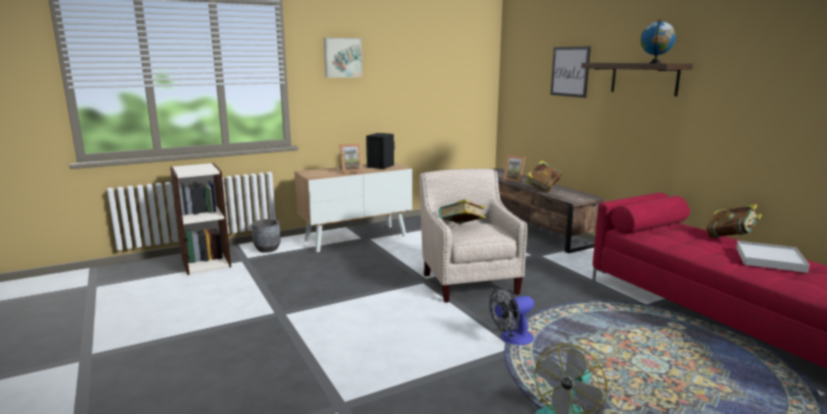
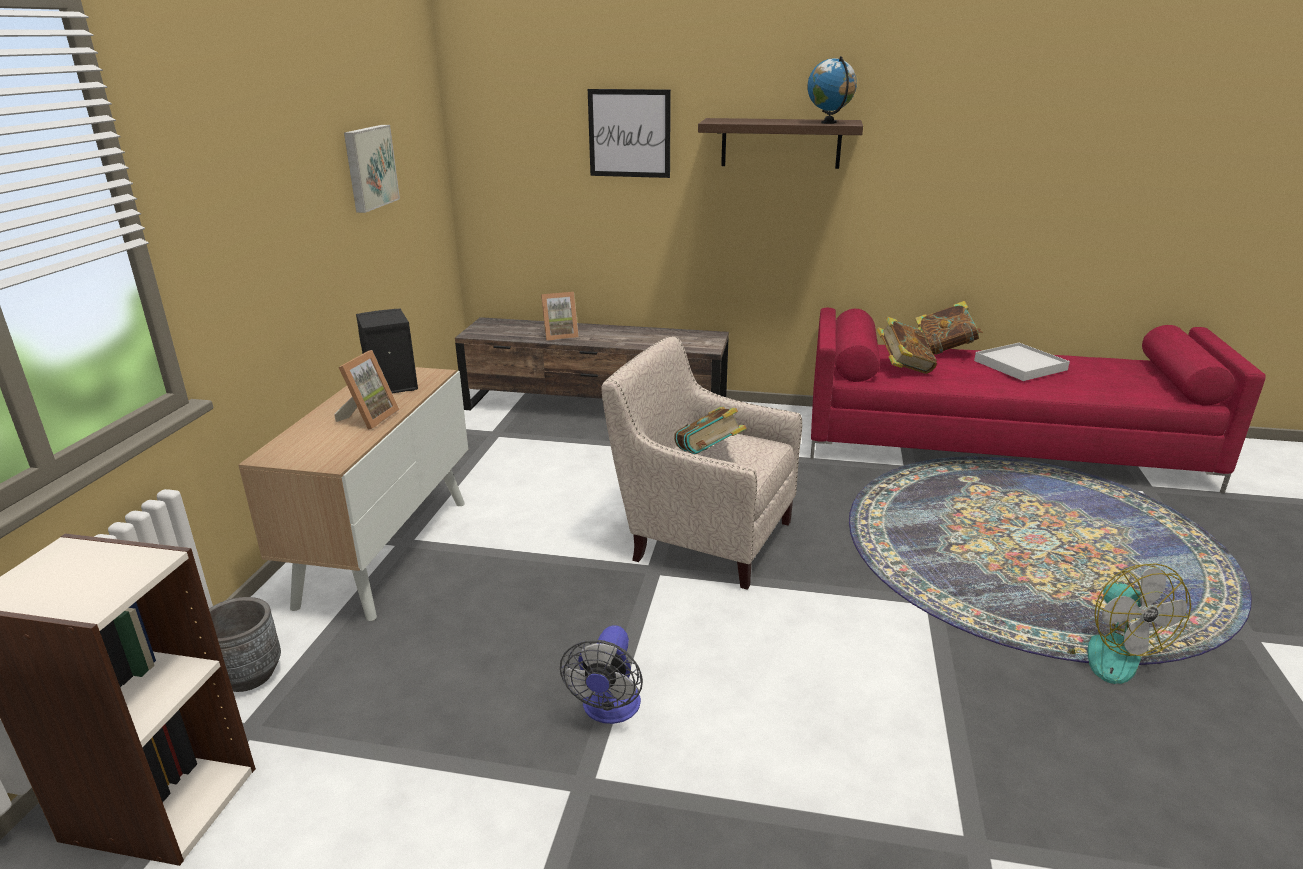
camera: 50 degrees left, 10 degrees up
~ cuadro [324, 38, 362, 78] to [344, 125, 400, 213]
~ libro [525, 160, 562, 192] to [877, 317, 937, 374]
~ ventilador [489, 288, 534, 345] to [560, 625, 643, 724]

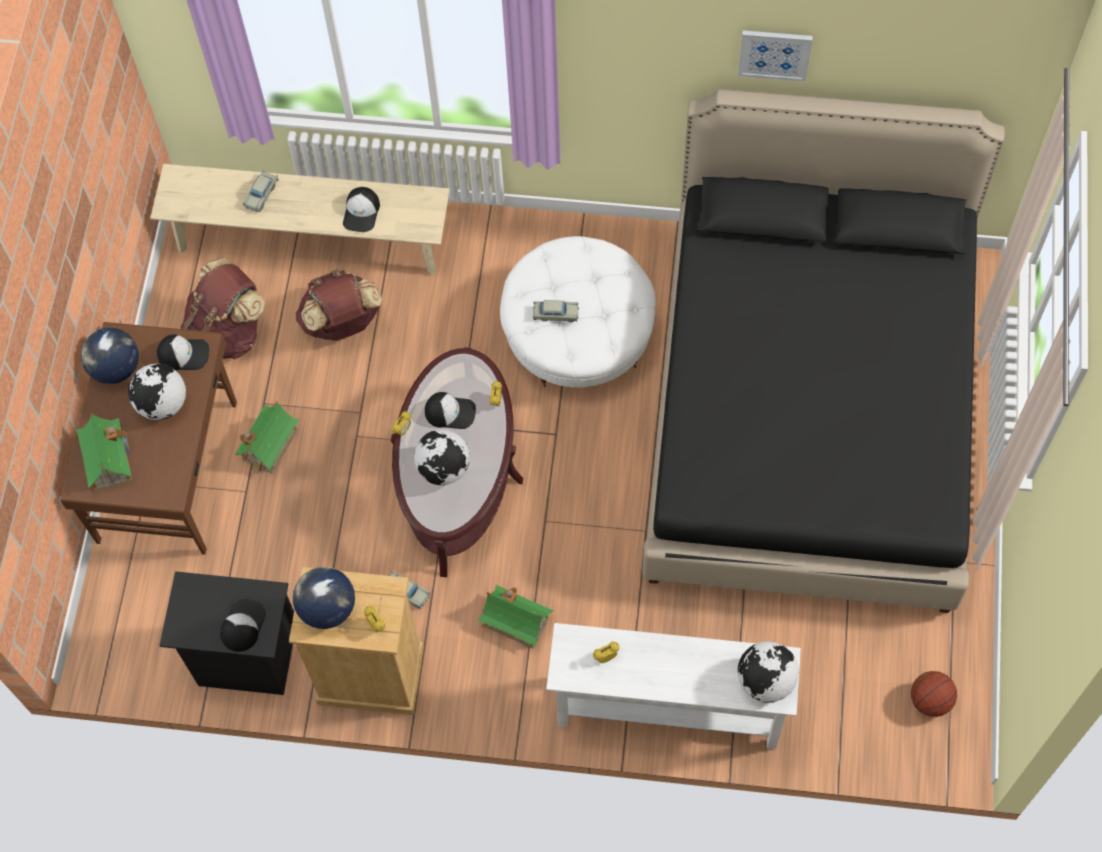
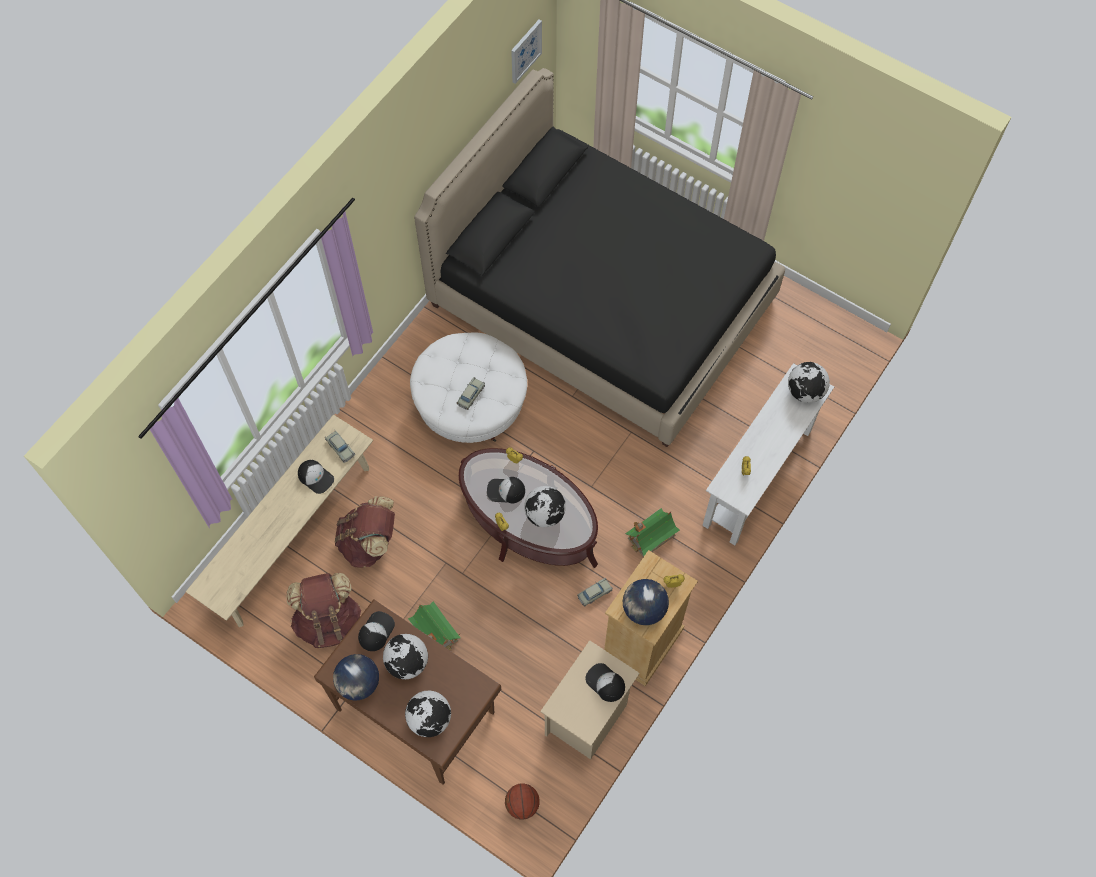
camera: 65 degrees left, 0 degrees up
~ cuadro [738, 30, 813, 82] to [511, 20, 542, 84]
~ coche de juguete (beis) [243, 170, 279, 212] to [325, 430, 355, 463]
~ gorra [425, 392, 476, 429] = [487, 477, 525, 503] 120 degrees counterclockwise
~ casita [76, 412, 132, 491] to globo terráqueo [405, 691, 451, 737]
~ mesita de noche (negro) [159, 571, 294, 695] to mesita de noche (beis) [540, 640, 640, 760]
~ balón de baloncesto [911, 671, 957, 717] to [505, 783, 540, 820]

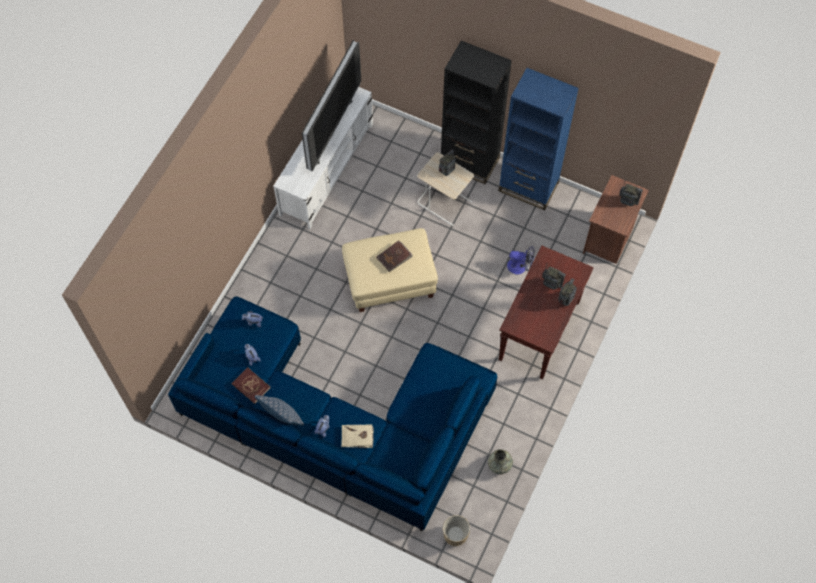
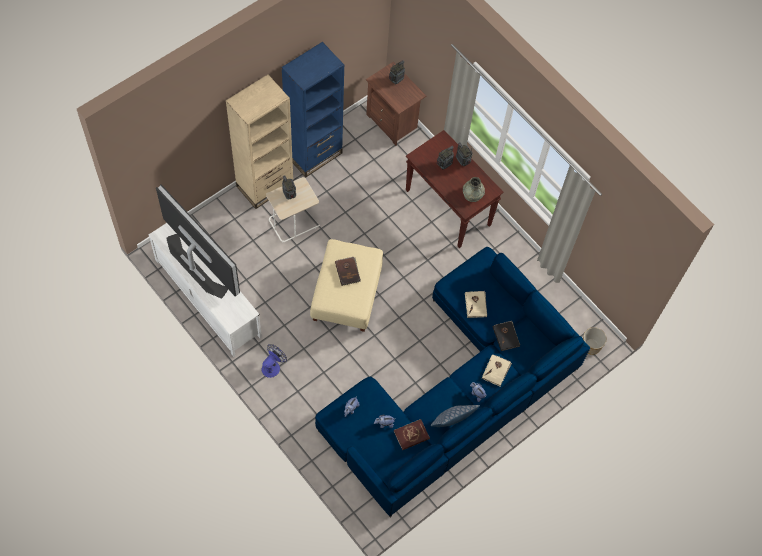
camera: 70 degrees left, 0 degrees up
~ estantería (negro) [441, 41, 512, 184] to estantería (beis) [226, 74, 294, 209]
~ ventilador [507, 246, 534, 274] to [261, 344, 287, 378]
~ florero (gris) [488, 449, 513, 474] to [463, 177, 485, 202]
+ libro (beis) [465, 291, 487, 318]
+ libro (negro) [493, 321, 520, 351]

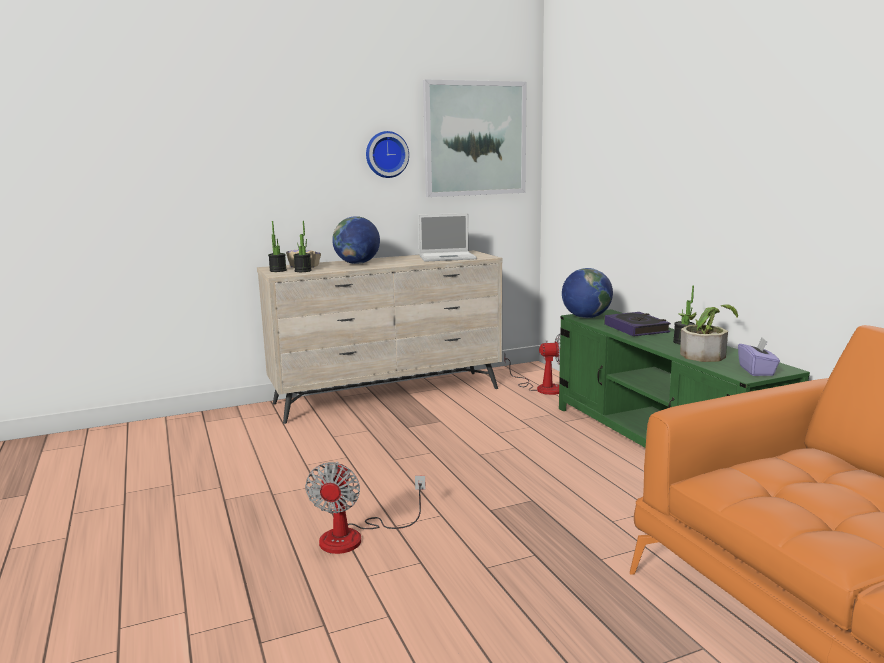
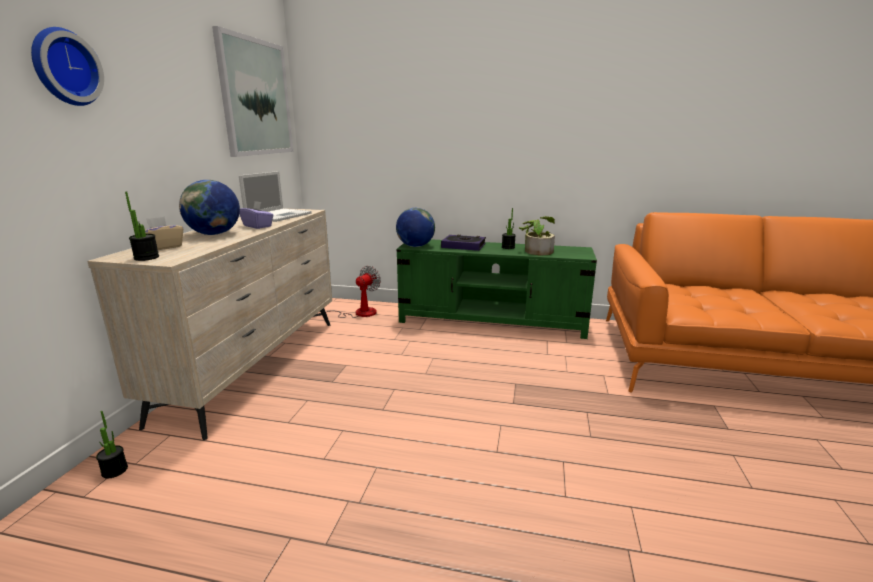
camera: 55 degrees left, 5 degrees up
~ reloj de pared [366, 131, 409, 178] to [31, 27, 104, 106]
~ planta en maceta [293, 221, 312, 272] to [96, 411, 128, 479]
~ caja de pañuelos (morado) [738, 338, 780, 376] to [239, 201, 273, 229]
- ventilador [305, 461, 426, 554]

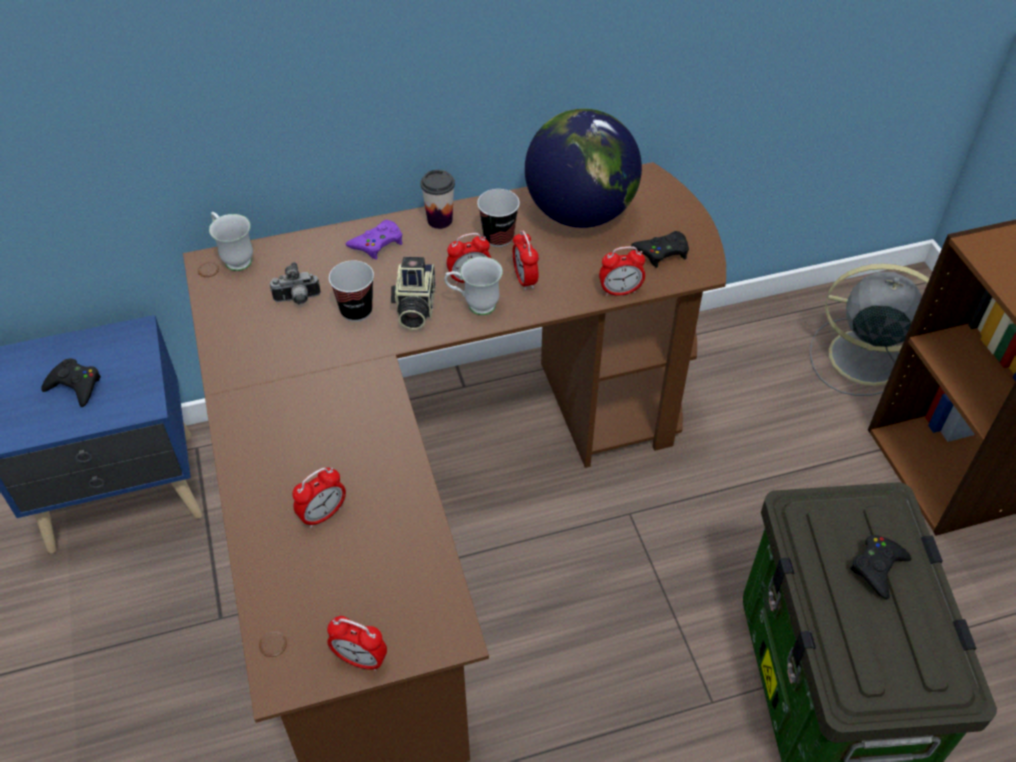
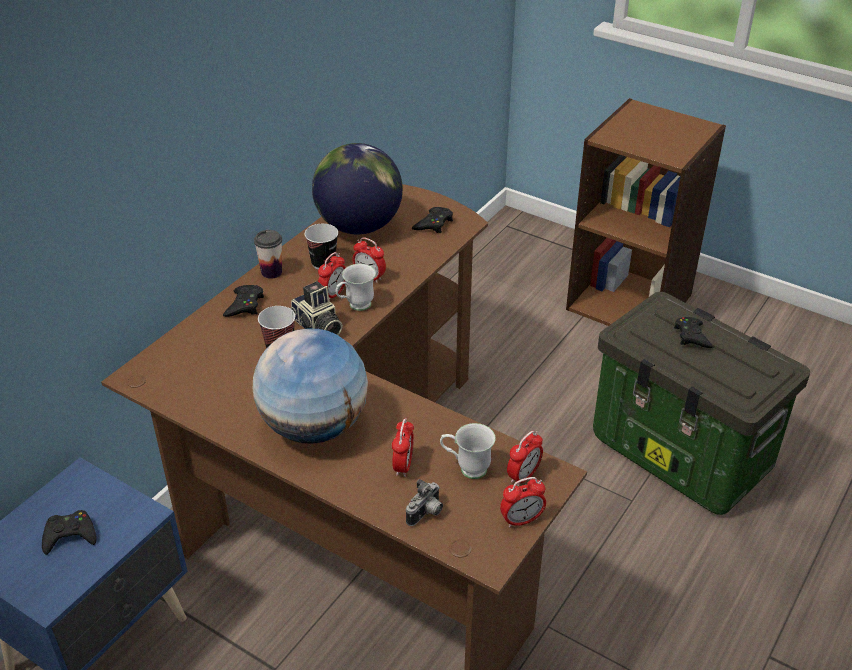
camera: 40 degrees left, 10 degrees down
~ taza grande (blanco) [209, 212, 253, 271] to [440, 423, 496, 479]
~ mando de consola (morado) [346, 220, 402, 260] to mando de consola (negro) [223, 285, 264, 317]
~ despertador [599, 246, 645, 296] to [507, 431, 543, 487]
~ cámara [270, 262, 321, 304] to [406, 479, 443, 526]
- ventilador (gris) [810, 264, 929, 396]
+ globo terráqueo [253, 328, 368, 444]

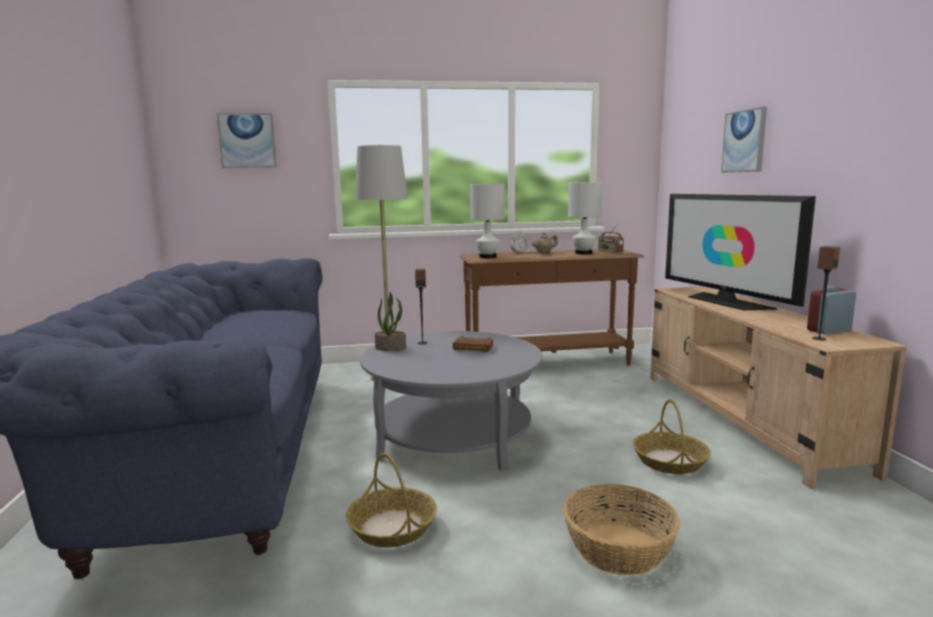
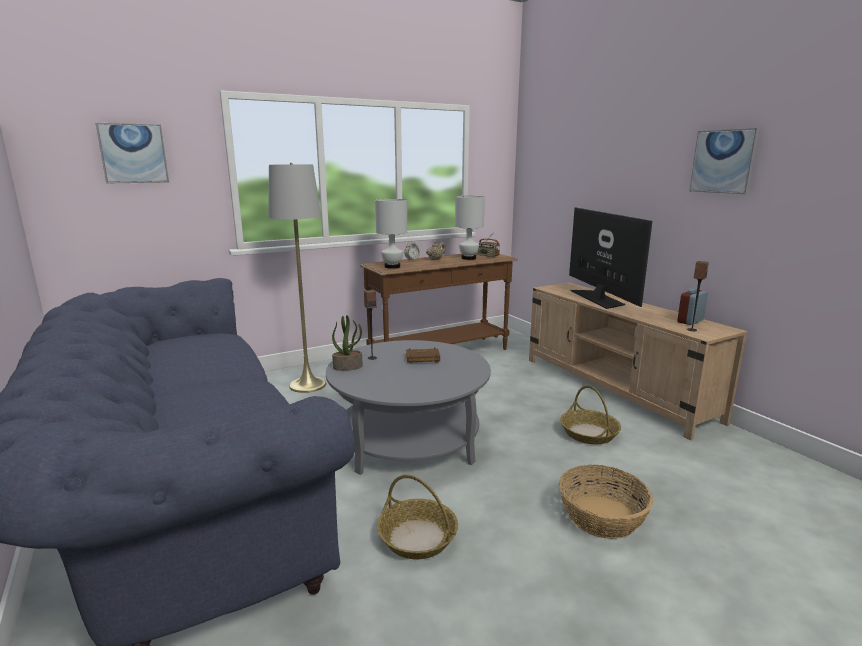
camera: 20 degrees left, 5 degrees up
~ cuadro [721, 106, 767, 173] to [689, 128, 760, 194]
~ televisor [665, 194, 816, 310] = [569, 207, 652, 309] 150 degrees counterclockwise

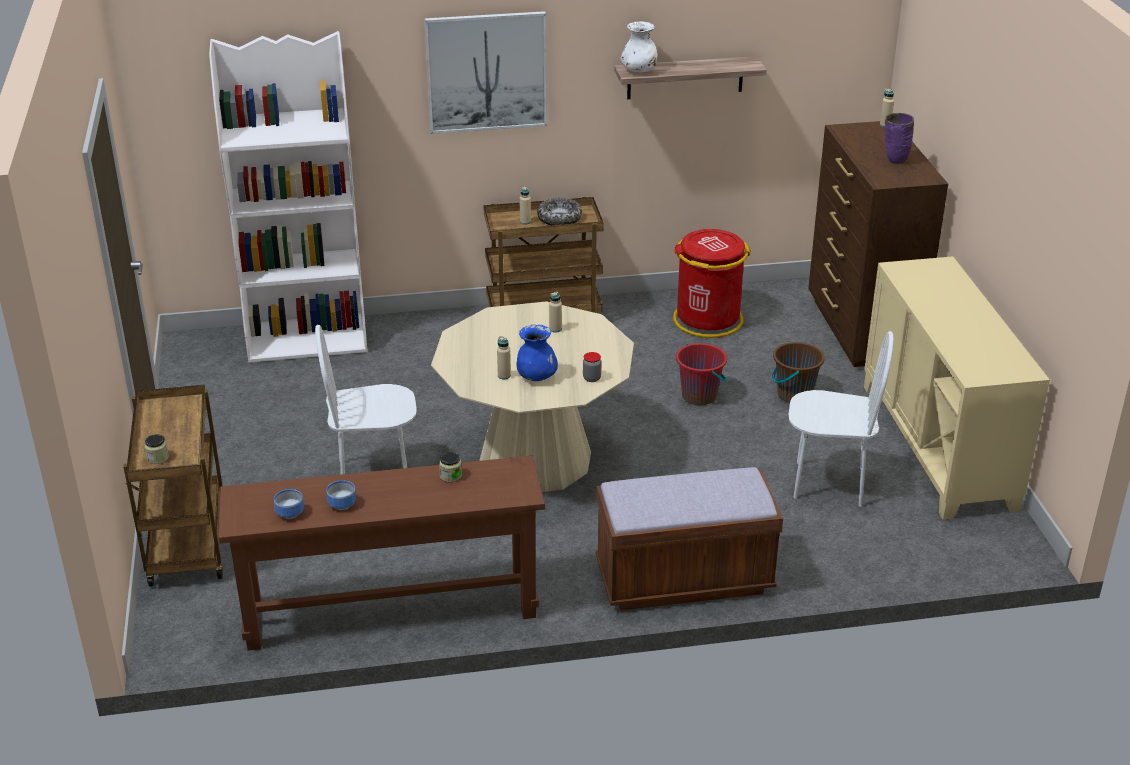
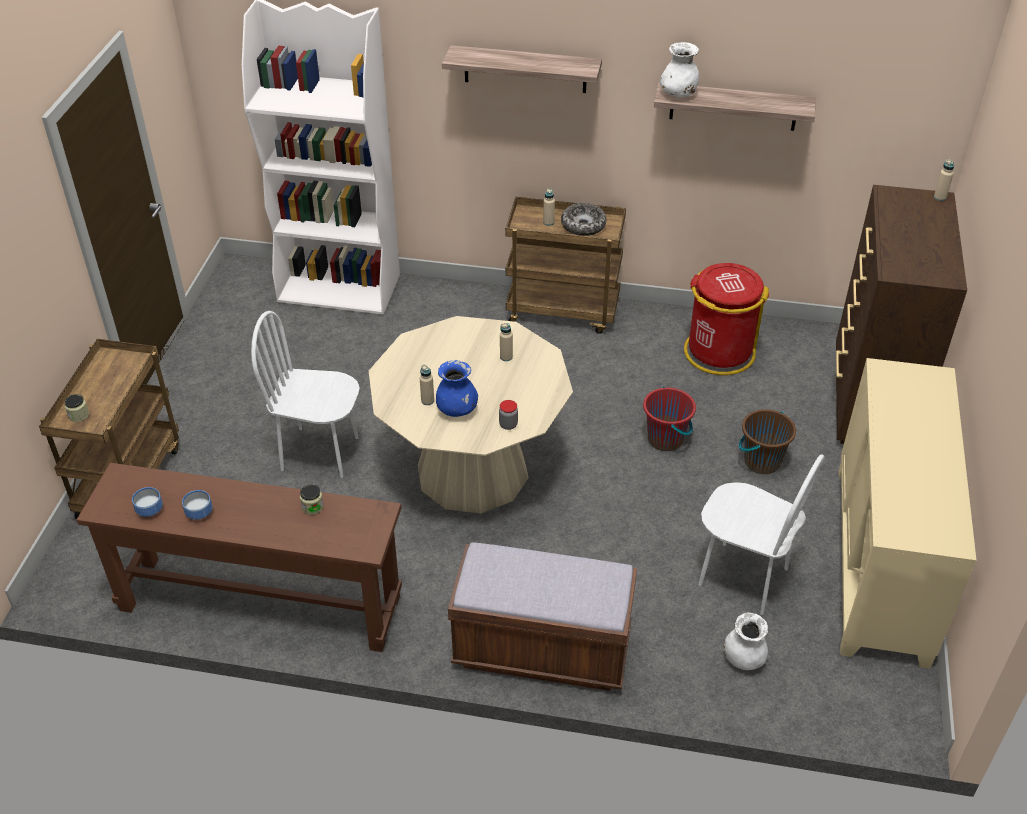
camera: 20 degrees right, 10 degrees up
~ cuadro [424, 11, 547, 134] to estante [442, 45, 602, 93]
- florero (morado) [885, 113, 914, 164]
+ florero (blanco) [724, 613, 768, 670]

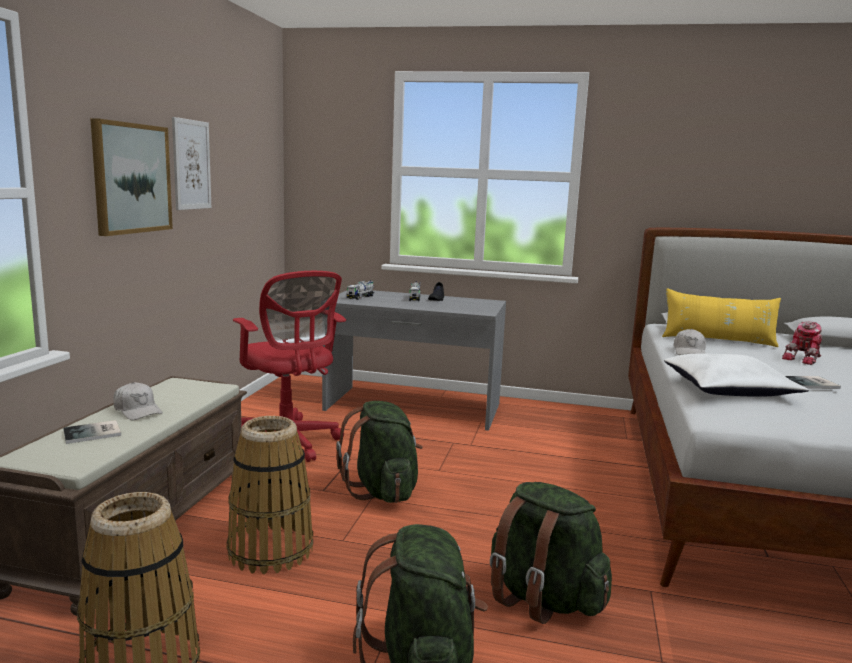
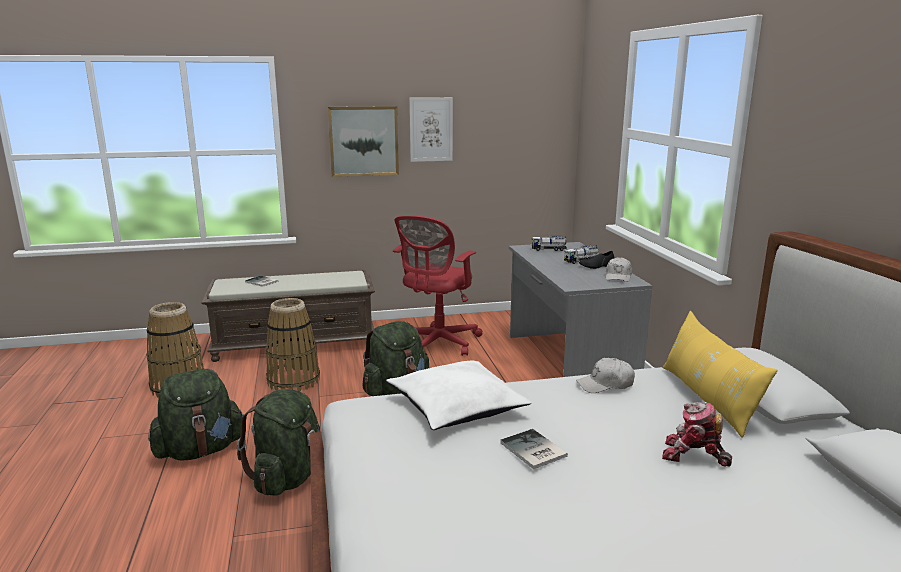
camera: 65 degrees right, 5 degrees up
~ gorra (blanco) [113, 382, 163, 420] to [606, 257, 632, 282]

